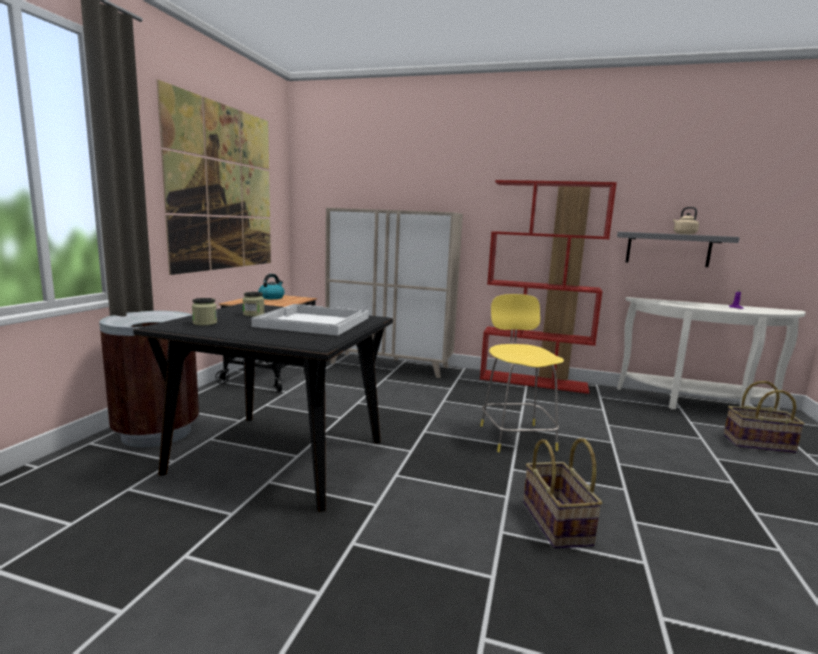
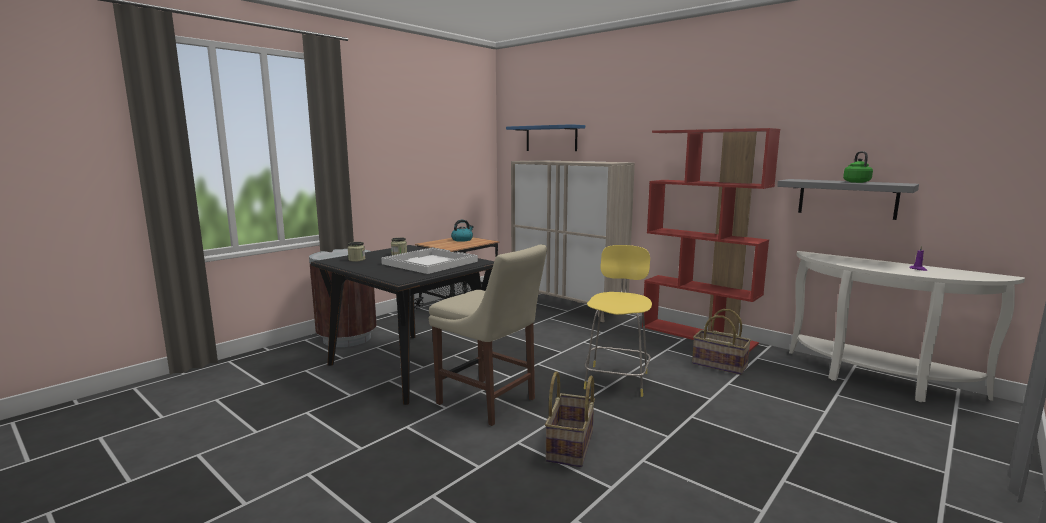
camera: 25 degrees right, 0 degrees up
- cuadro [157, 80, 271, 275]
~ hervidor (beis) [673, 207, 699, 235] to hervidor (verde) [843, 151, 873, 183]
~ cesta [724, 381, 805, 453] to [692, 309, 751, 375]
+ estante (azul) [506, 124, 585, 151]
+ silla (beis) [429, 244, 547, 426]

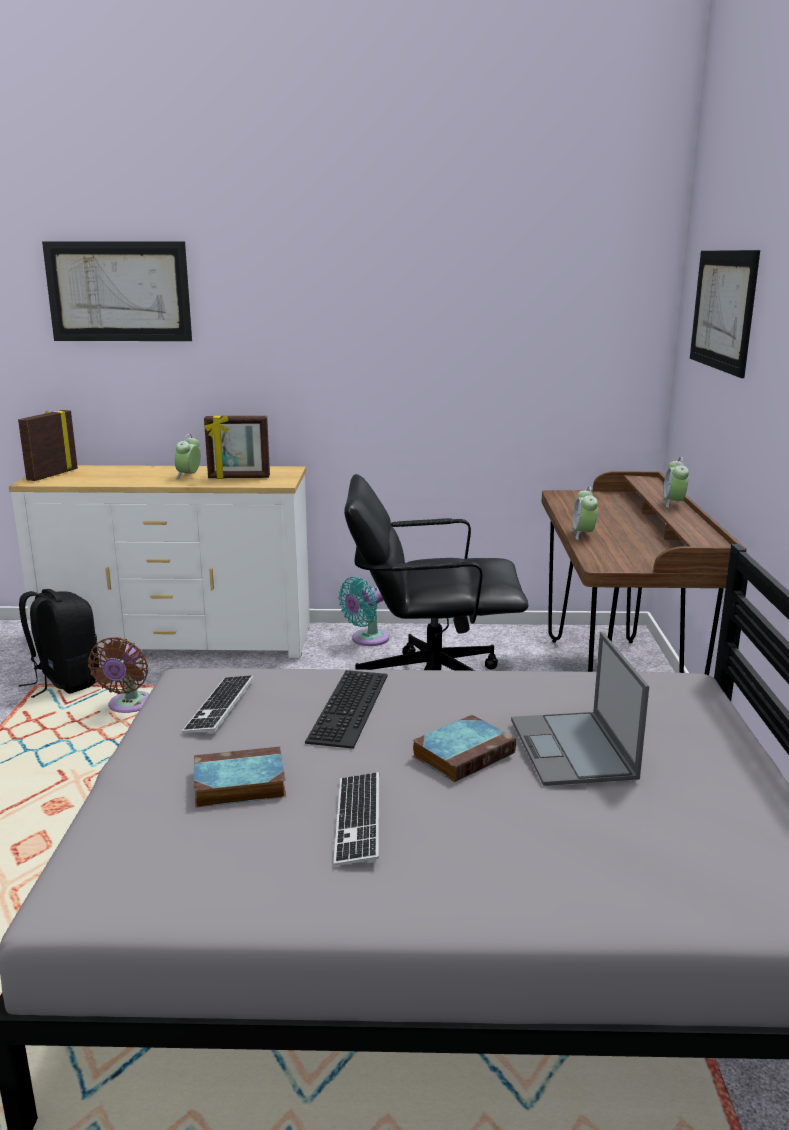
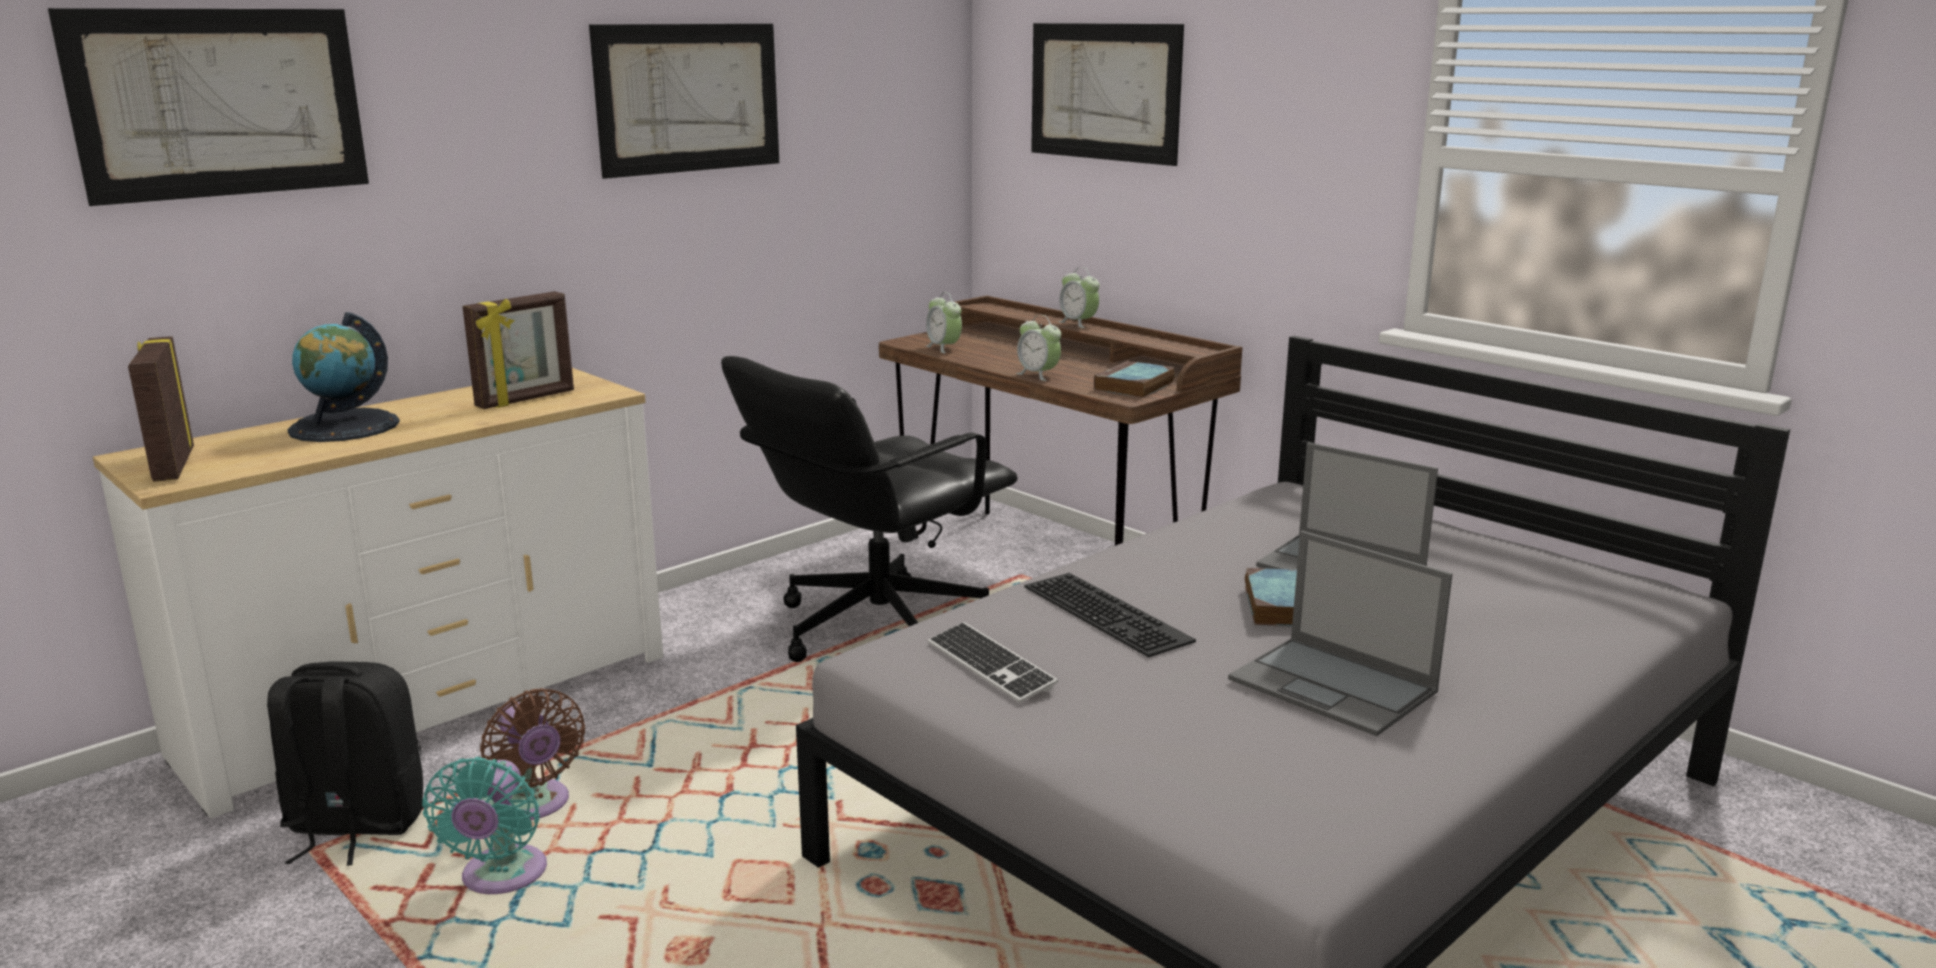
camera: 45 degrees left, 0 degrees up
~ despertador [175, 434, 201, 479] to [926, 292, 962, 353]
~ ventilador (turquesa) [338, 577, 389, 646] to [422, 757, 547, 894]
~ libro [194, 747, 286, 807] to [1094, 361, 1175, 398]
~ teclado [333, 772, 379, 866] to portátil [1228, 531, 1453, 736]
+ cuadro [589, 24, 779, 179]
+ globo terráqueo [287, 312, 400, 442]

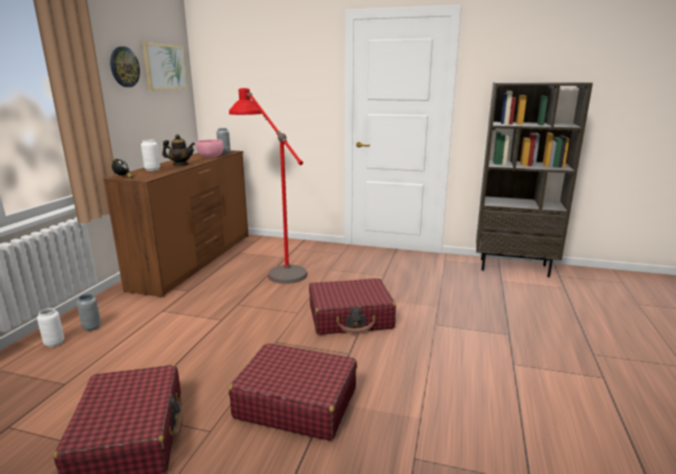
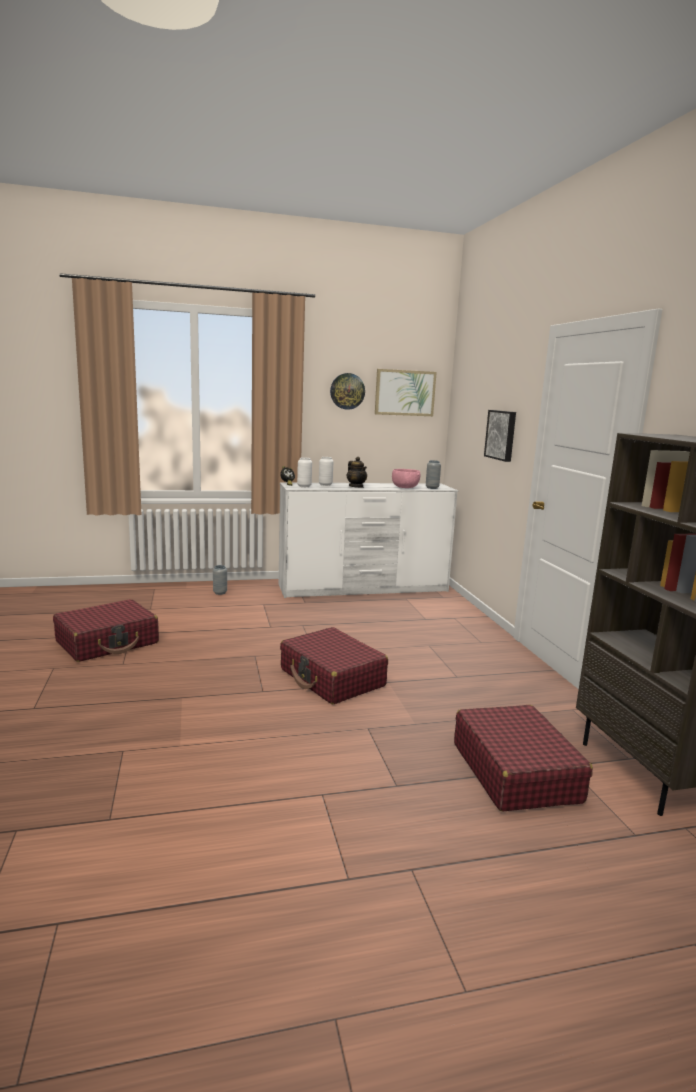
camera: 60 degrees right, 5 degrees down
- lámpara de pie (rojo) [229, 88, 307, 284]
~ cómoda (marrón) [103, 150, 248, 297] to cómoda (blanco) [279, 482, 458, 598]
~ florero (blanco) [37, 308, 64, 347] to [297, 457, 312, 487]
~ maleta (rojo) [229, 343, 357, 441] to [454, 705, 593, 811]
+ cuadro [484, 410, 516, 462]

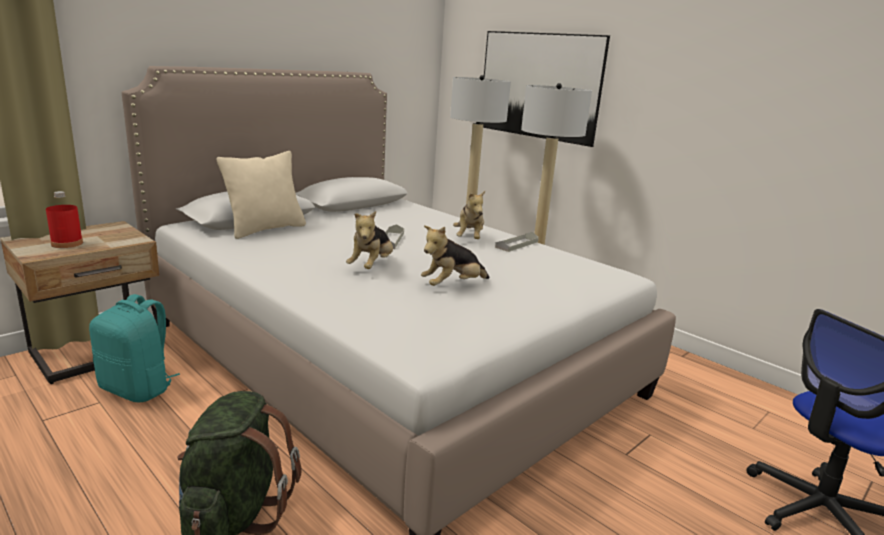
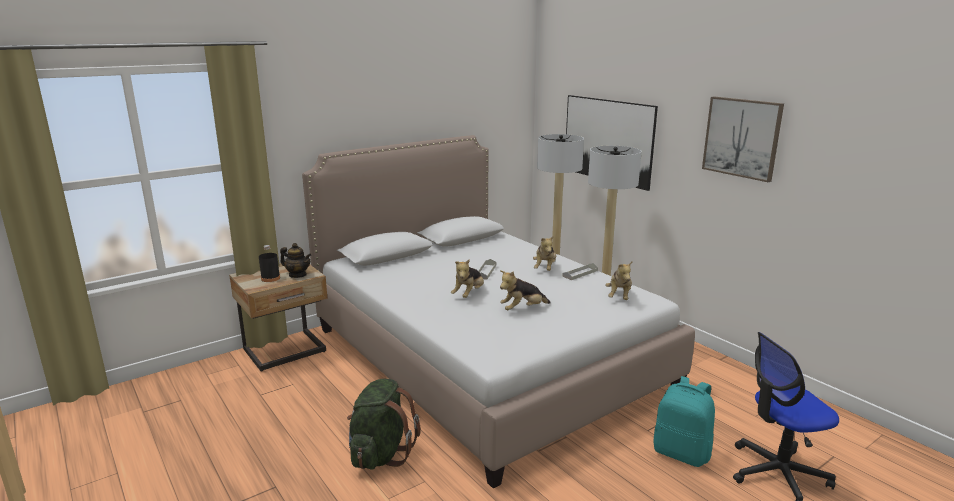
camera: 10 degrees right, 0 degrees up
- cojín (beis) [217, 151, 306, 239]
~ botella (rojo) [46, 191, 83, 248] to botella (negro) [259, 245, 280, 282]
~ mochila (turquesa) [89, 294, 180, 402] to [653, 376, 715, 467]
+ cuadro [702, 96, 784, 182]
+ tetera [280, 243, 312, 278]
+ peluche [605, 262, 632, 300]

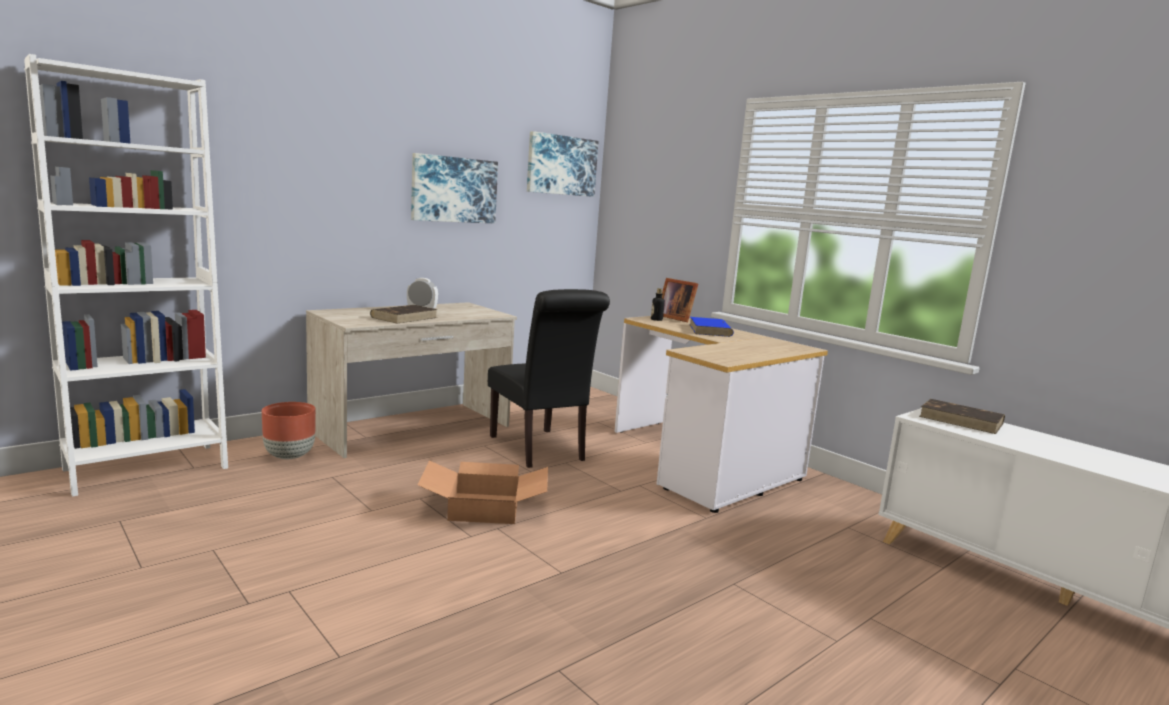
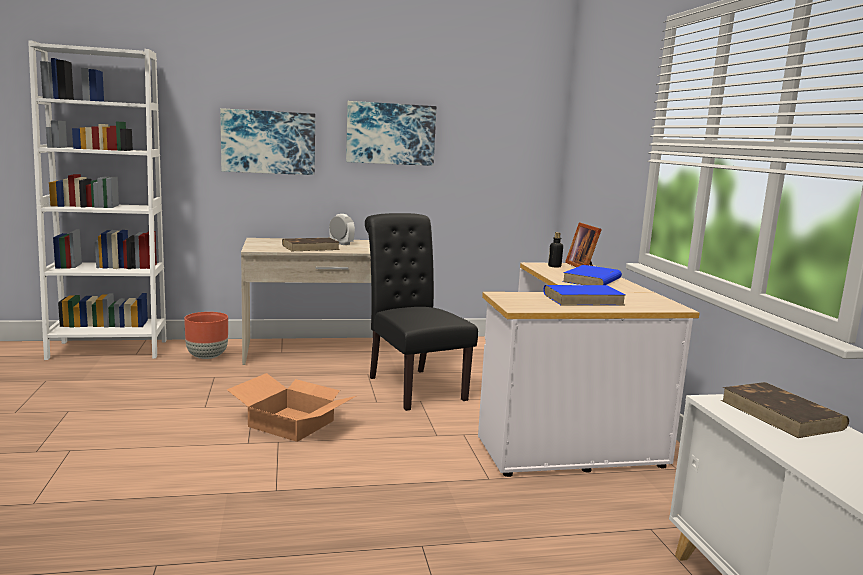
camera: 30 degrees right, 0 degrees up
~ cuadro [527, 131, 599, 197] to [220, 108, 315, 175]
~ silla (negro) [488, 289, 610, 468] = [365, 213, 478, 411] 150 degrees clockwise
+ libro (azul) [544, 285, 626, 305]

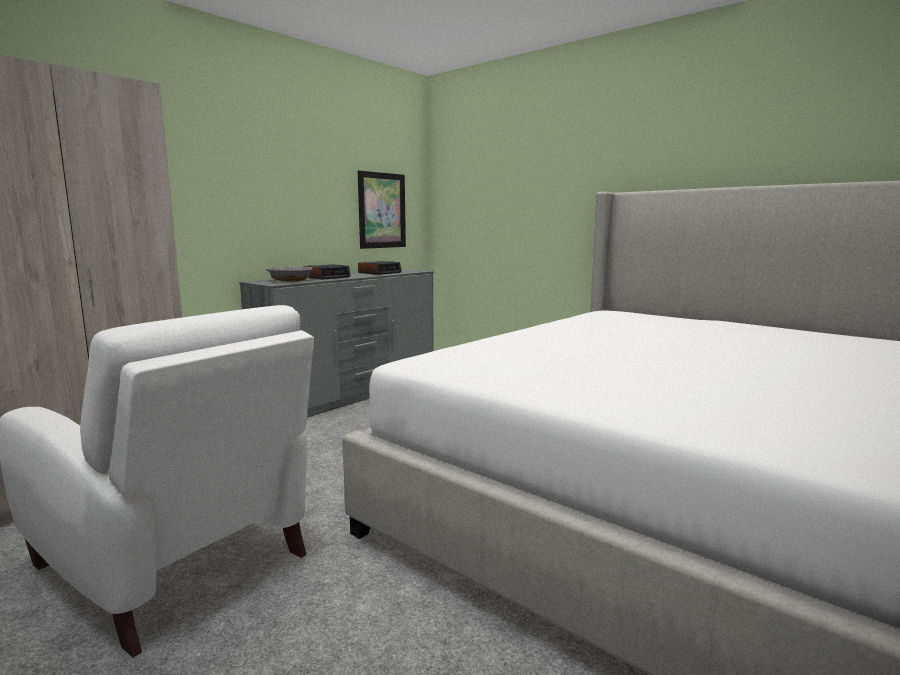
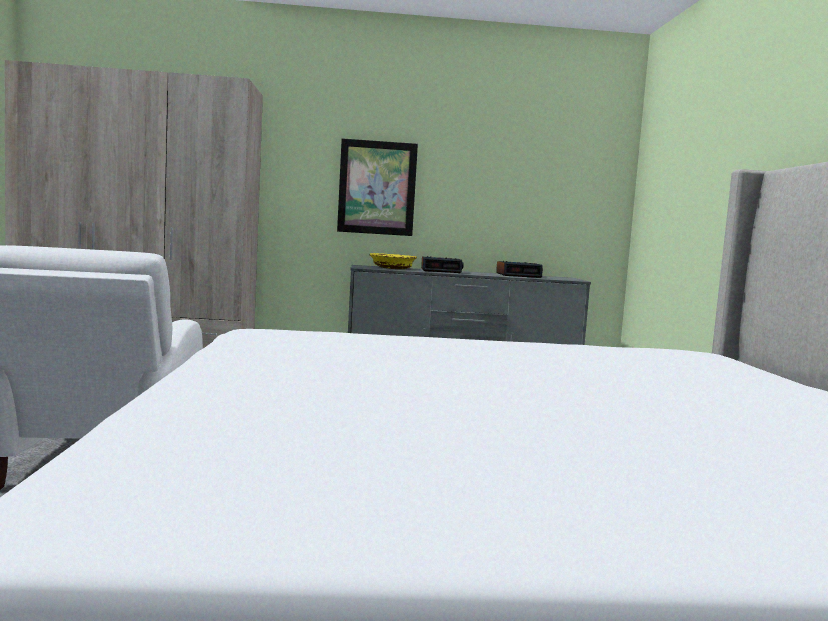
camera: 45 degrees right, 5 degrees down
~ cuadro [358, 171, 406, 249] to [337, 138, 418, 236]
~ cuenco (gris) [266, 267, 313, 282] to cuenco (amarillo) [369, 253, 417, 269]

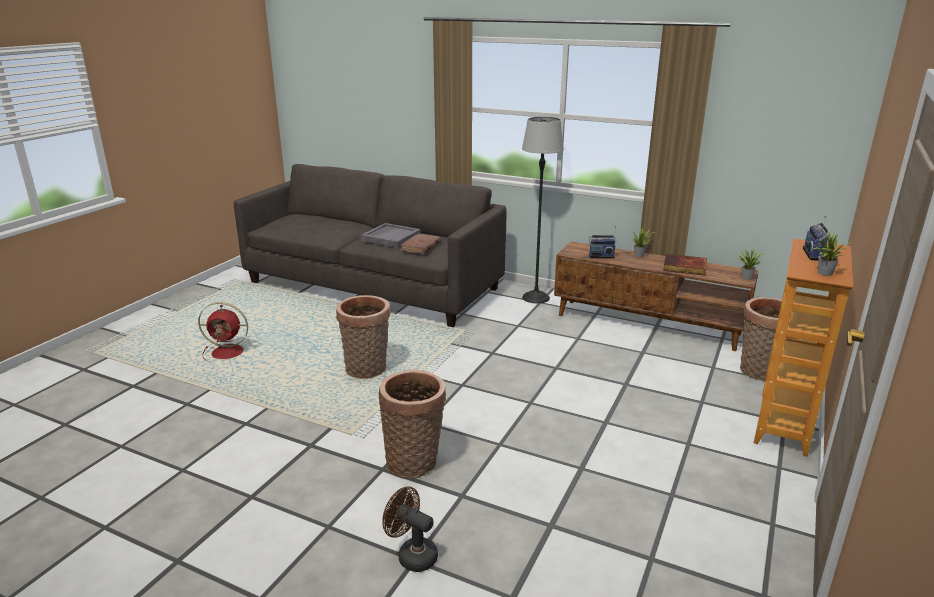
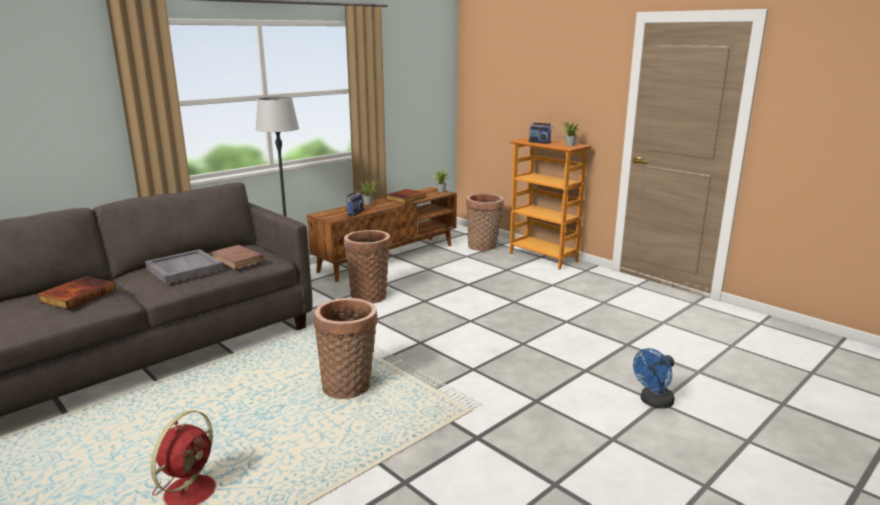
camera: 70 degrees left, 5 degrees down
~ cesta [379, 370, 446, 479] to [344, 230, 391, 304]
~ ventilador (marrón) [382, 486, 438, 572] to ventilador (azul) [633, 348, 675, 409]
+ libro [37, 276, 115, 310]

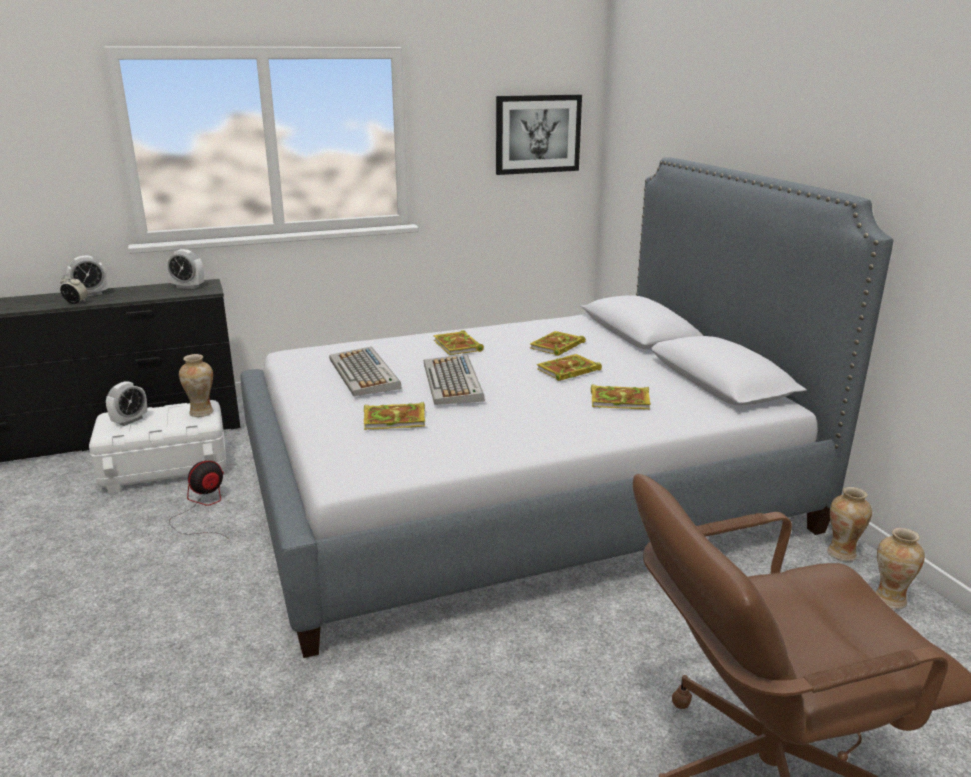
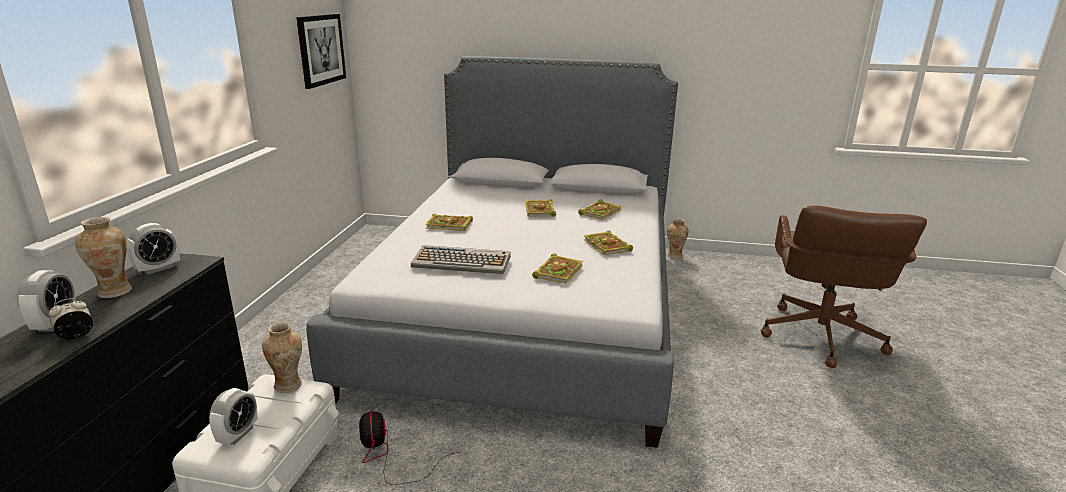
camera: 60 degrees left, 0 degrees up
~ libro [530, 331, 586, 356] to [584, 231, 633, 255]
- teclado [424, 354, 485, 405]
~ despertador [106, 381, 147, 426] = [209, 388, 258, 445] 45 degrees clockwise
~ florero [876, 528, 925, 609] to [75, 217, 132, 298]

